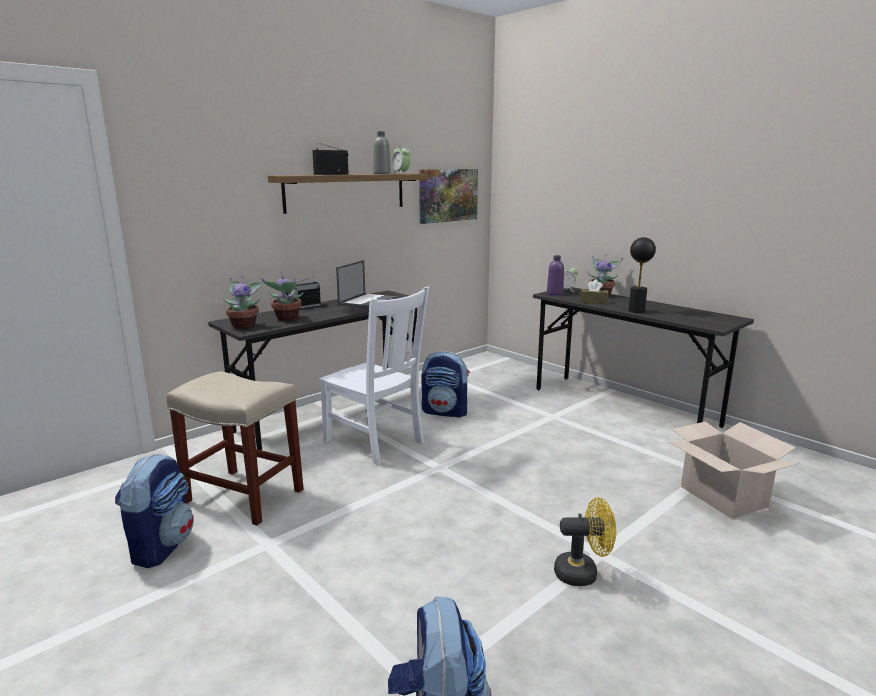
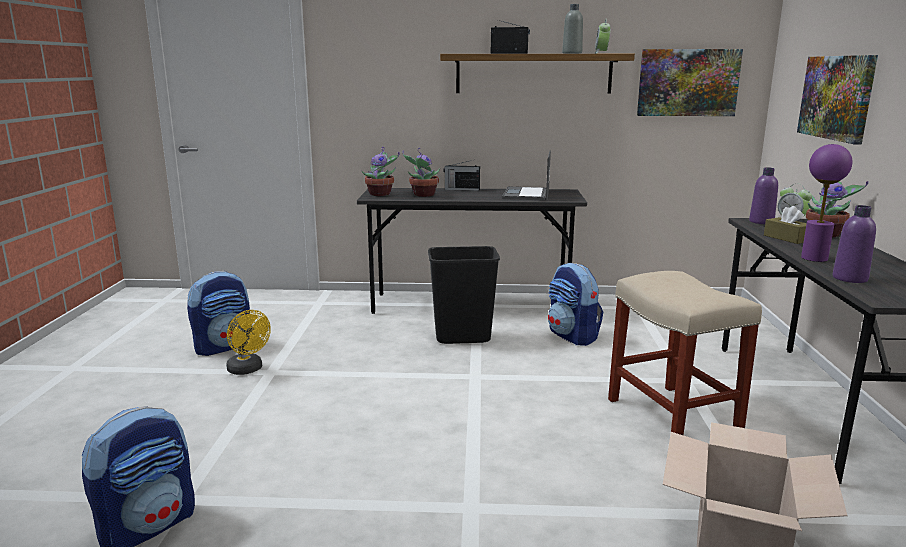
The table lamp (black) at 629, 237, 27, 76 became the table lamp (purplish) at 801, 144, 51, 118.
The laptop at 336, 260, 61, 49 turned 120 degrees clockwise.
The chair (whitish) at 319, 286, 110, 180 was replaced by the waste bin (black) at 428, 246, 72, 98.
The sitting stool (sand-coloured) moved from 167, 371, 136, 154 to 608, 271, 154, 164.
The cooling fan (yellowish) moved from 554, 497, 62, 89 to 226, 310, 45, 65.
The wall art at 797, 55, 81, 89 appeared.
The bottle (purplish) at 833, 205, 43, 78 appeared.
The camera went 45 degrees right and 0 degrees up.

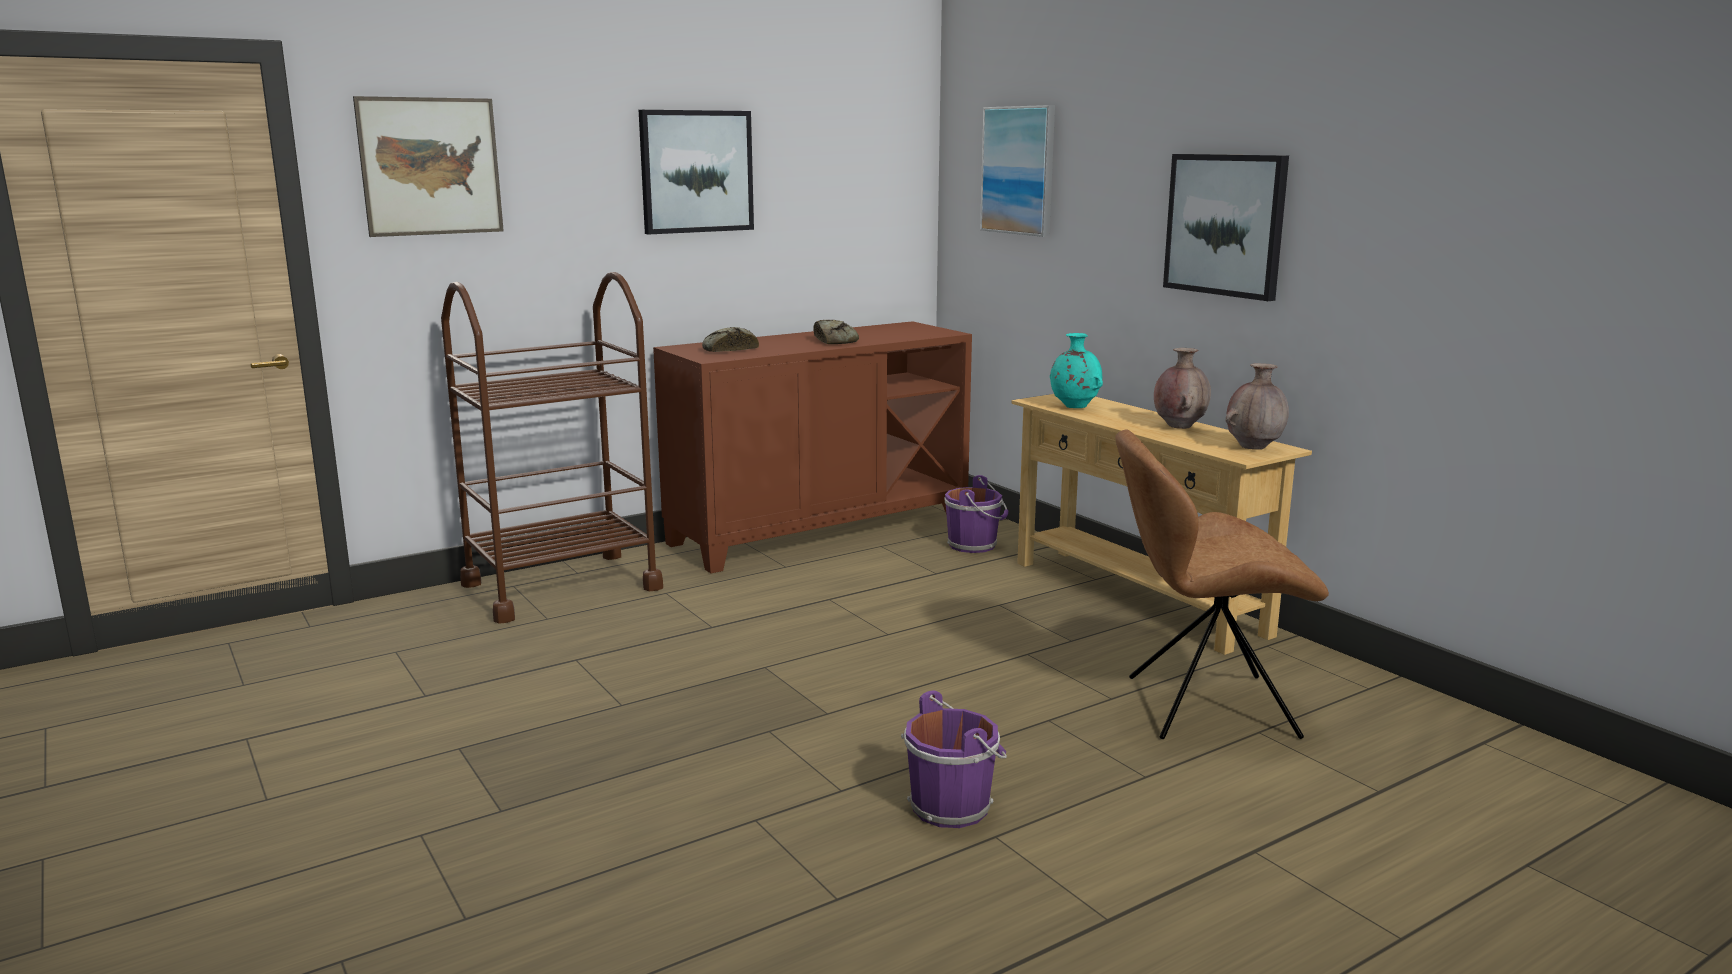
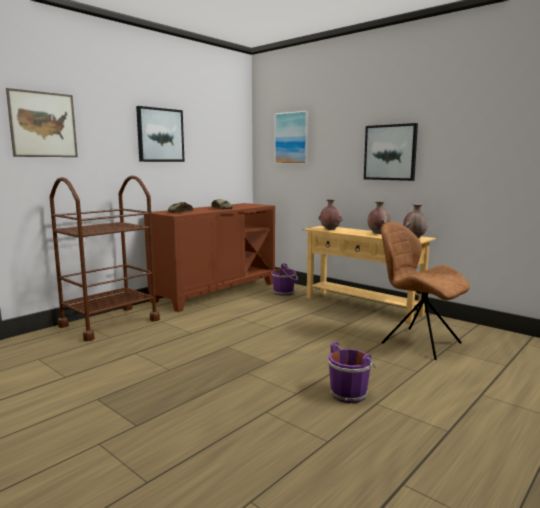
The decorative vase (blue-green) at 1050, 333, 53, 75 became the decorative vase (brownish) at 319, 199, 24, 31.
The chair (brownish) at 1115, 429, 214, 310 turned 60 degrees clockwise.
The camera went 15 degrees left and 5 degrees down.

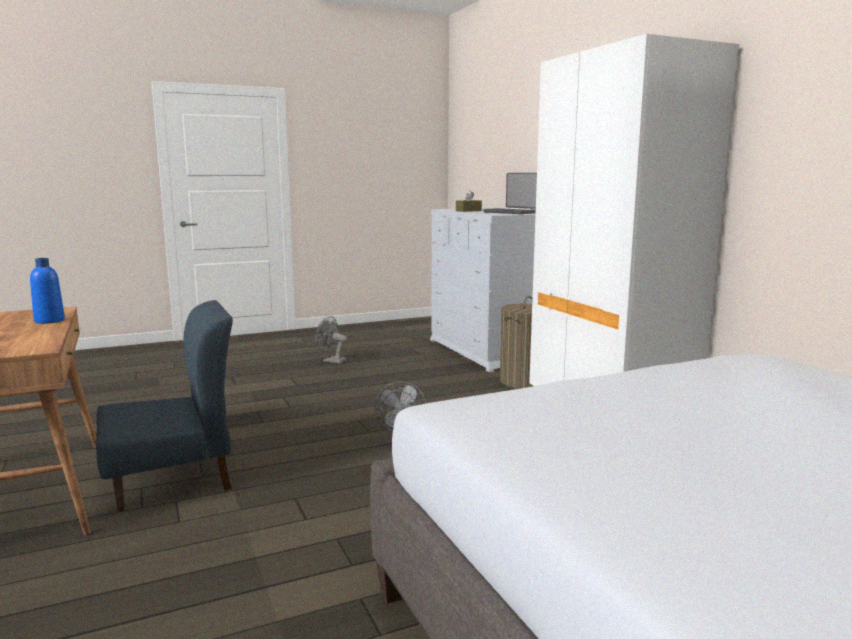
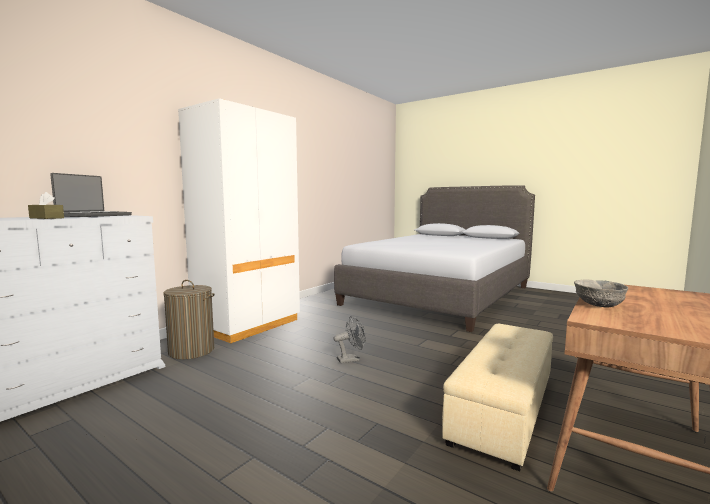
The bottle (blue) at 30, 258, 35, 66 was replaced by the bowl (greyish) at 574, 280, 54, 28.
The chair (blue) at 96, 300, 137, 212 was replaced by the pouffe (sand-coloured) at 442, 324, 111, 147.
The cooling fan (greyish) at 315, 316, 33, 48 disappeared.
The camera went 120 degrees left and 5 degrees down.

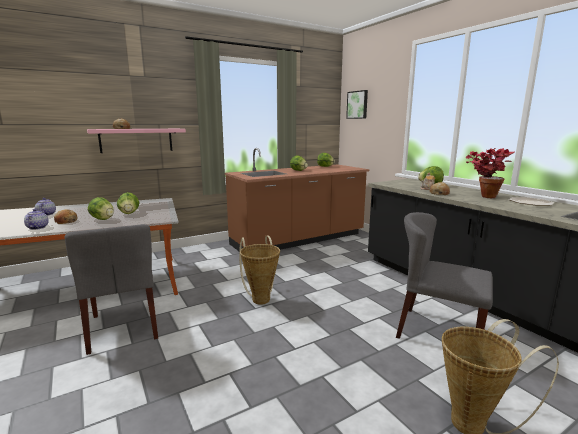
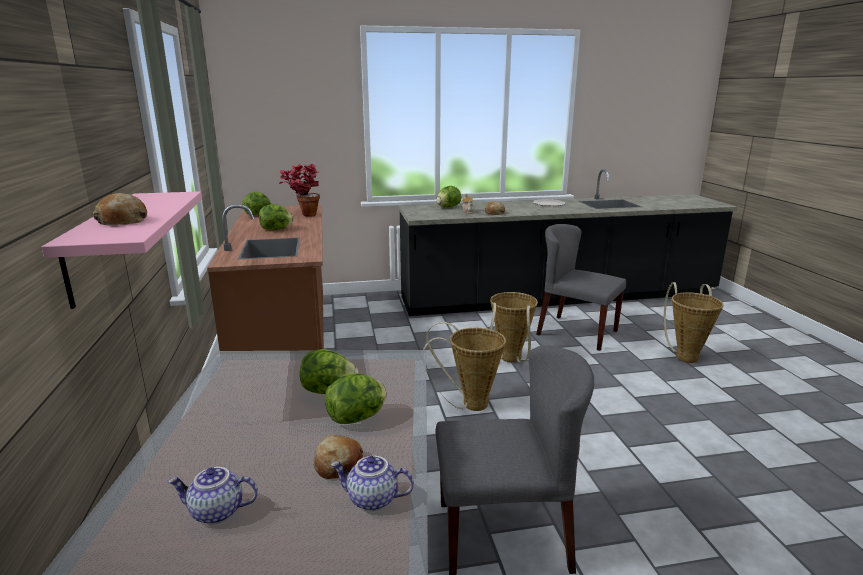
The wall art at 346, 90, 22, 29 disappeared.
The plant in a pot moved from 465, 148, 50, 50 to 279, 164, 41, 53.
The chair (greyish) at 396, 212, 97, 127 turned 75 degrees clockwise.
The basket at 490, 292, 48, 70 appeared.
The camera went 70 degrees left and 5 degrees up.

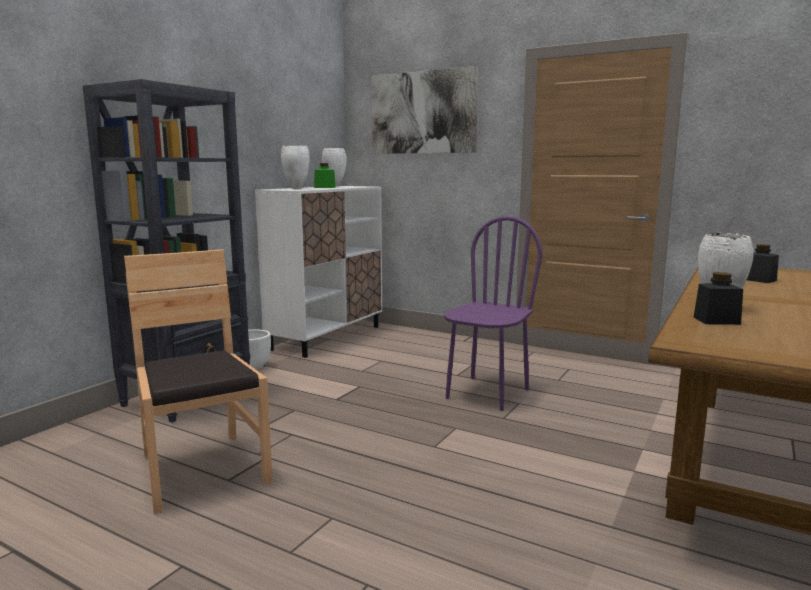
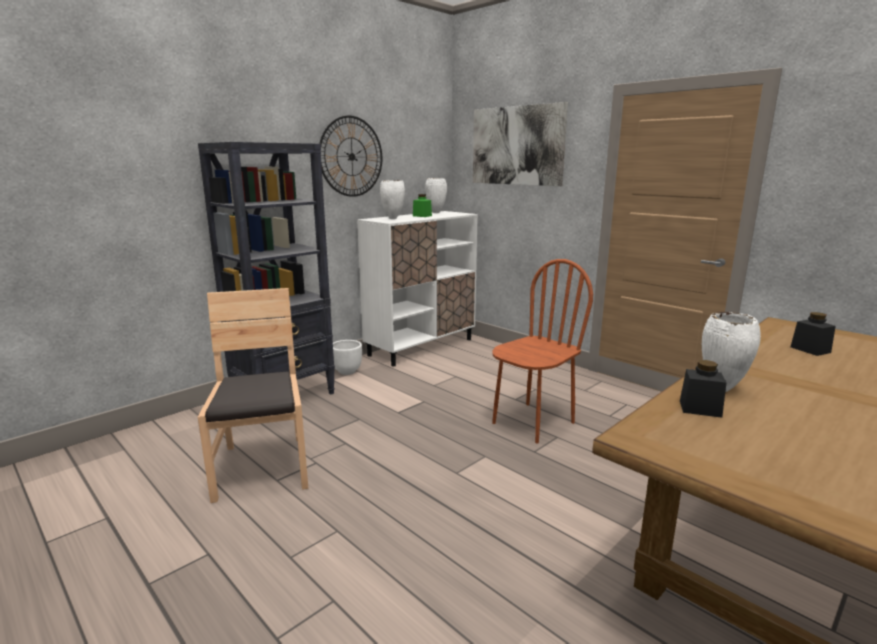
The chair (purplish) at 444, 216, 98, 195 became the chair (brownish) at 492, 259, 101, 185.
The clock on the wall at 319, 116, 63, 81 appeared.
The camera went 15 degrees right and 5 degrees up.

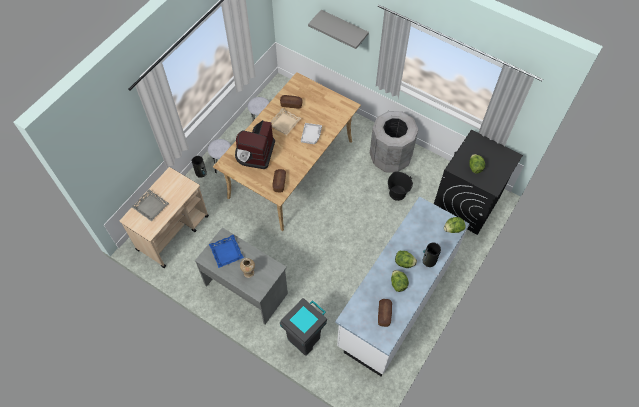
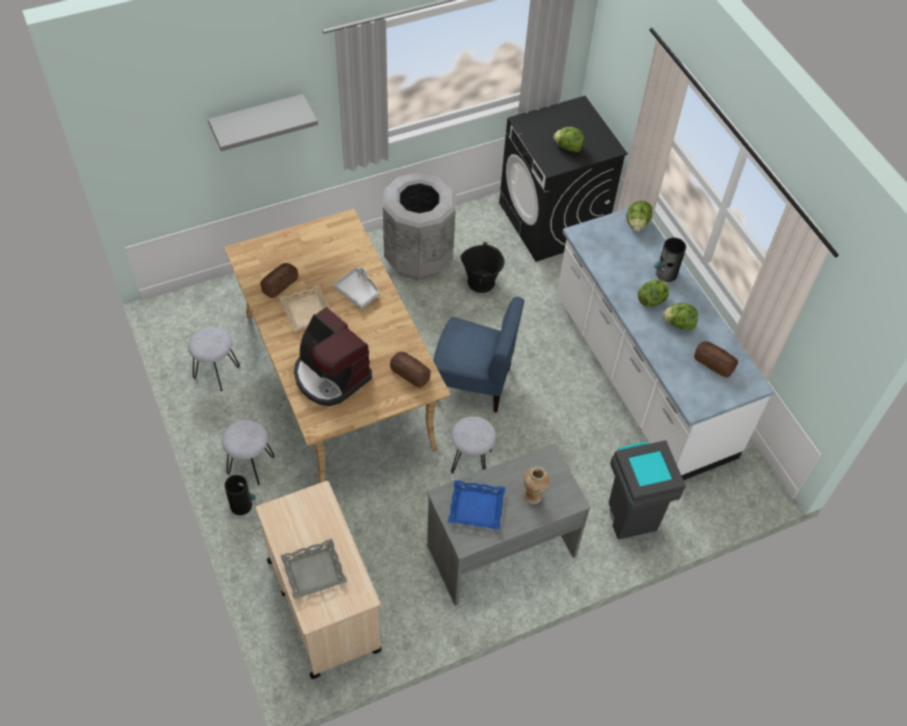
The chair (blue) at 434, 297, 90, 116 appeared.
The sitting stool (greyish) at 451, 416, 46, 58 appeared.
The camera went 60 degrees left and 5 degrees down.

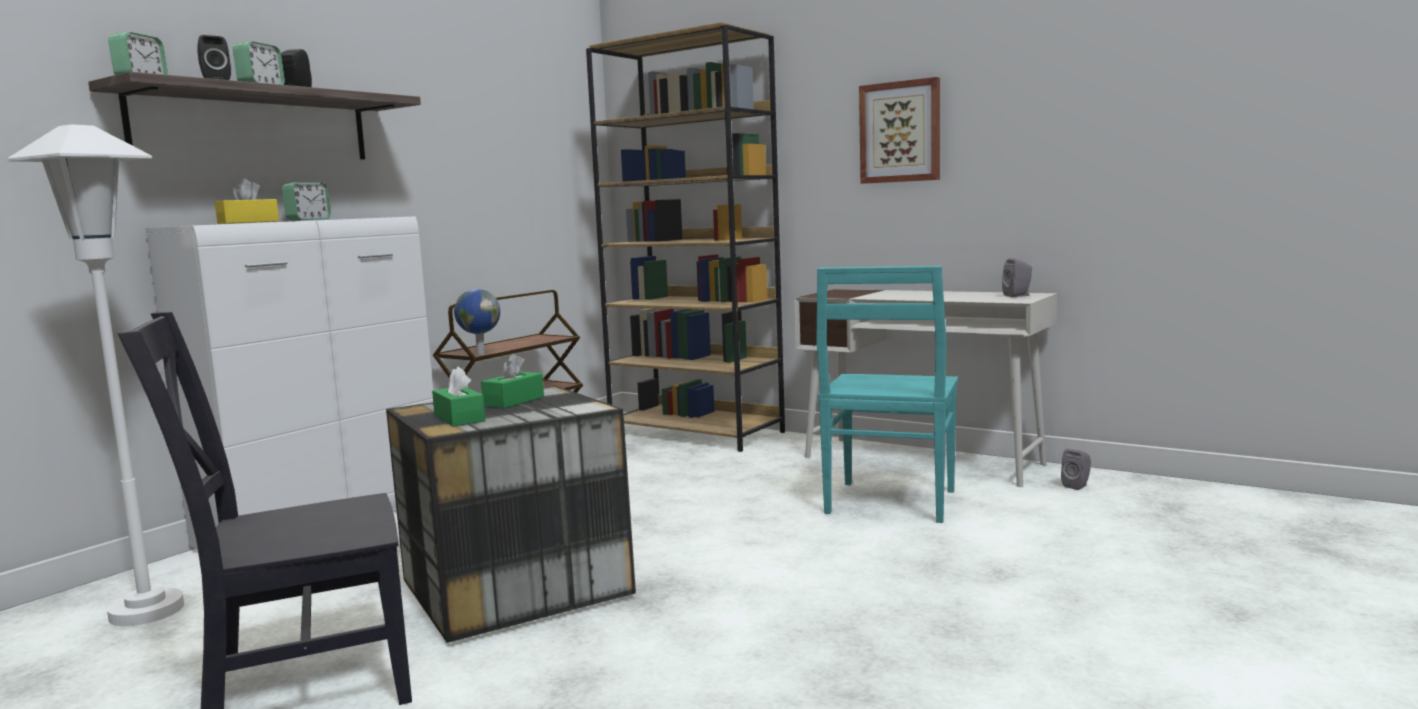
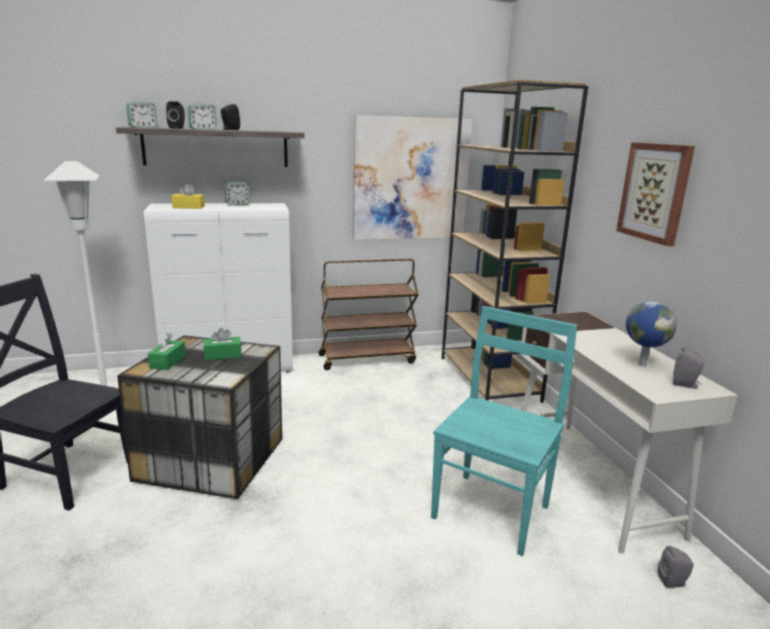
The chair (blue-green) at 816, 266, 142, 257 turned 150 degrees clockwise.
The desk globe moved from 454, 289, 46, 66 to 626, 301, 51, 66.
The wall art at 353, 115, 120, 125 appeared.
The camera went 40 degrees right and 10 degrees up.

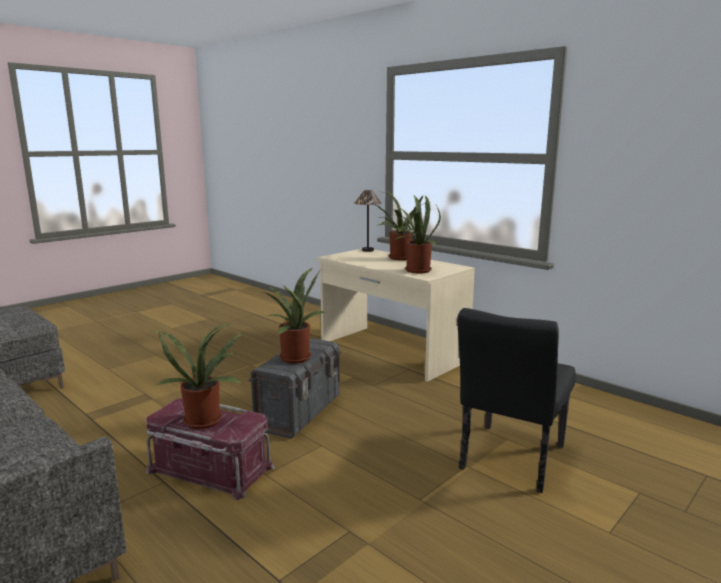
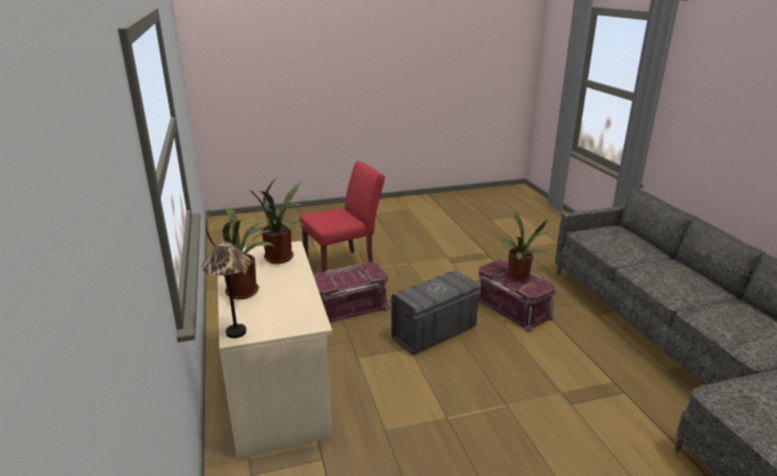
The plant in a pot at 255, 268, 70, 96 disappeared.
The chair (black) at 457, 308, 119, 185 became the chair (red) at 300, 161, 85, 111.
The storage container (red) at 313, 262, 77, 61 appeared.
The camera went 150 degrees left and 10 degrees up.

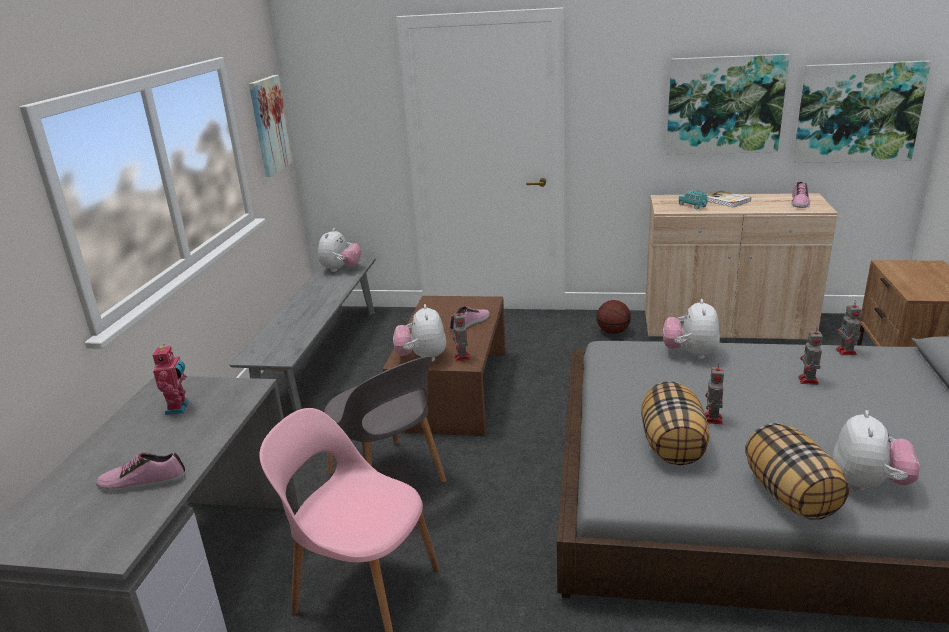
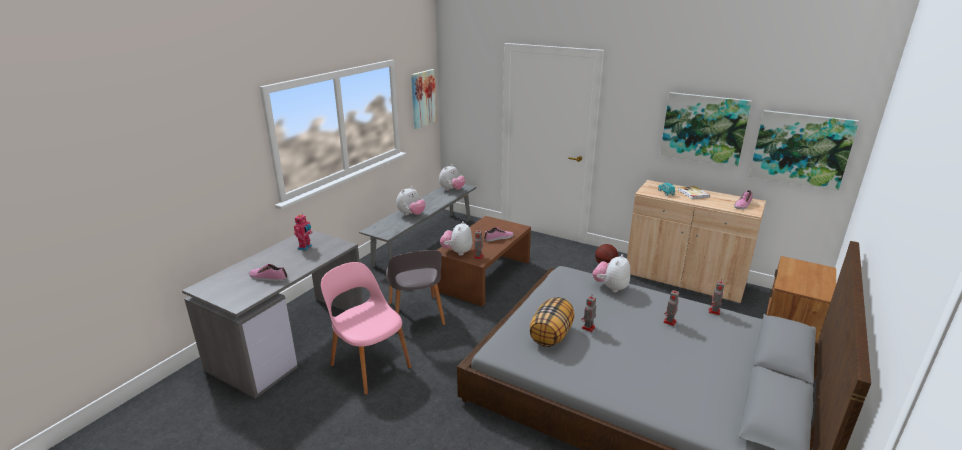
The cuddly toy moved from 833, 410, 86, 82 to 396, 186, 30, 30.
The throw pillow at 745, 423, 104, 97 disappeared.
The camera went 20 degrees right and 0 degrees up.

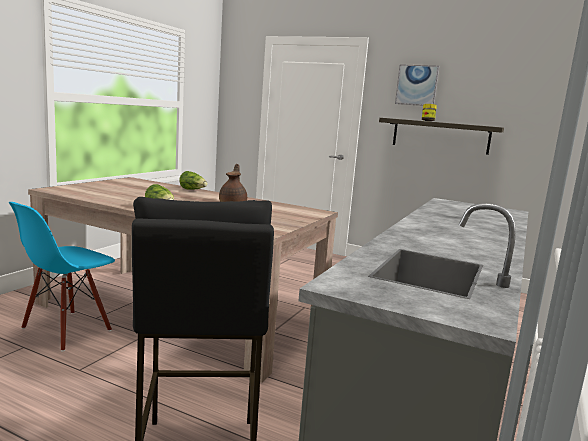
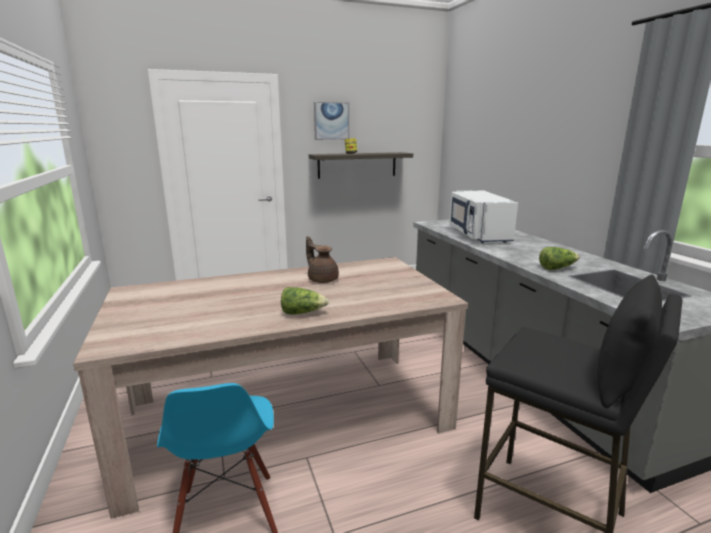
The head of lettuce moved from 179, 171, 29, 19 to 539, 247, 41, 23.
The microwave (whitish) at 449, 190, 69, 53 appeared.
The camera went 45 degrees left and 5 degrees up.

